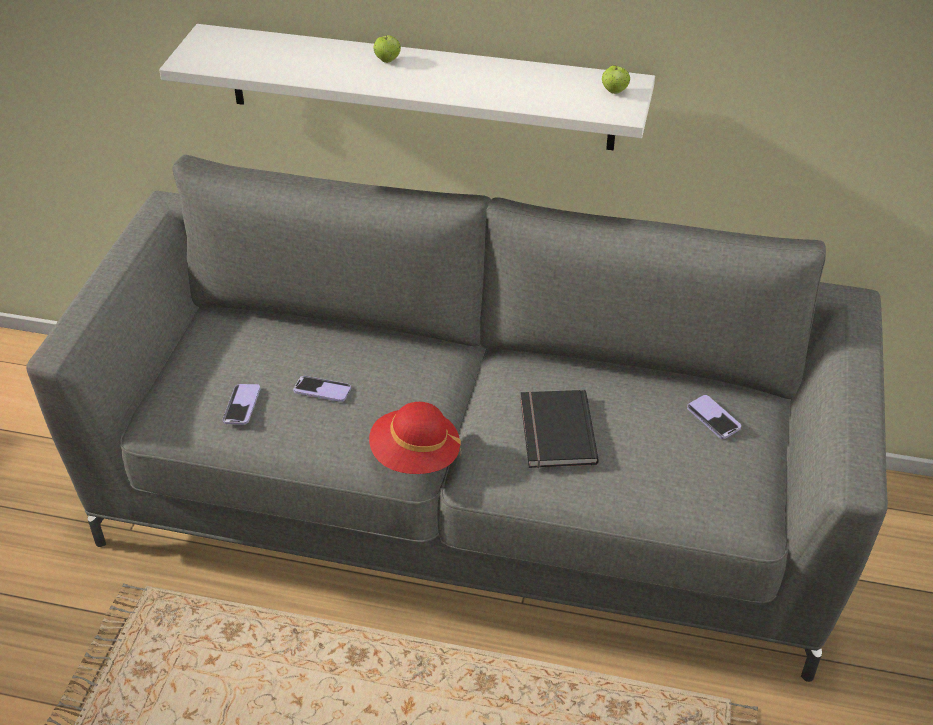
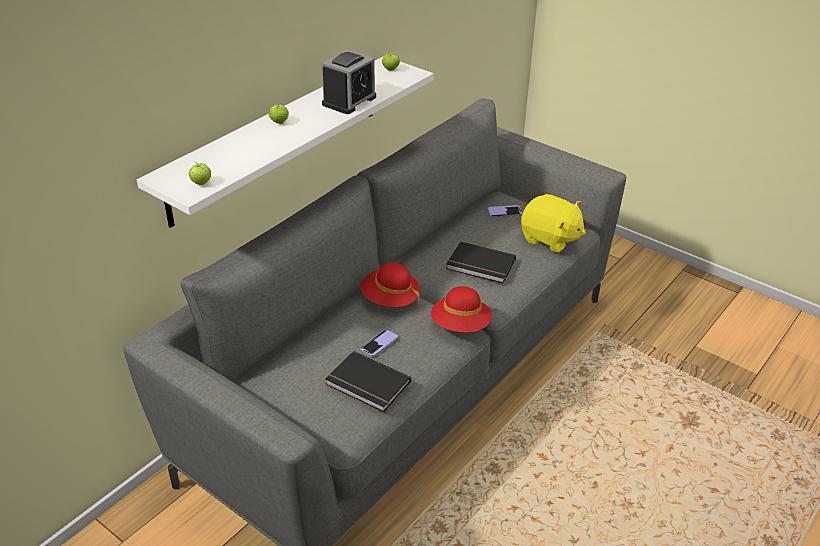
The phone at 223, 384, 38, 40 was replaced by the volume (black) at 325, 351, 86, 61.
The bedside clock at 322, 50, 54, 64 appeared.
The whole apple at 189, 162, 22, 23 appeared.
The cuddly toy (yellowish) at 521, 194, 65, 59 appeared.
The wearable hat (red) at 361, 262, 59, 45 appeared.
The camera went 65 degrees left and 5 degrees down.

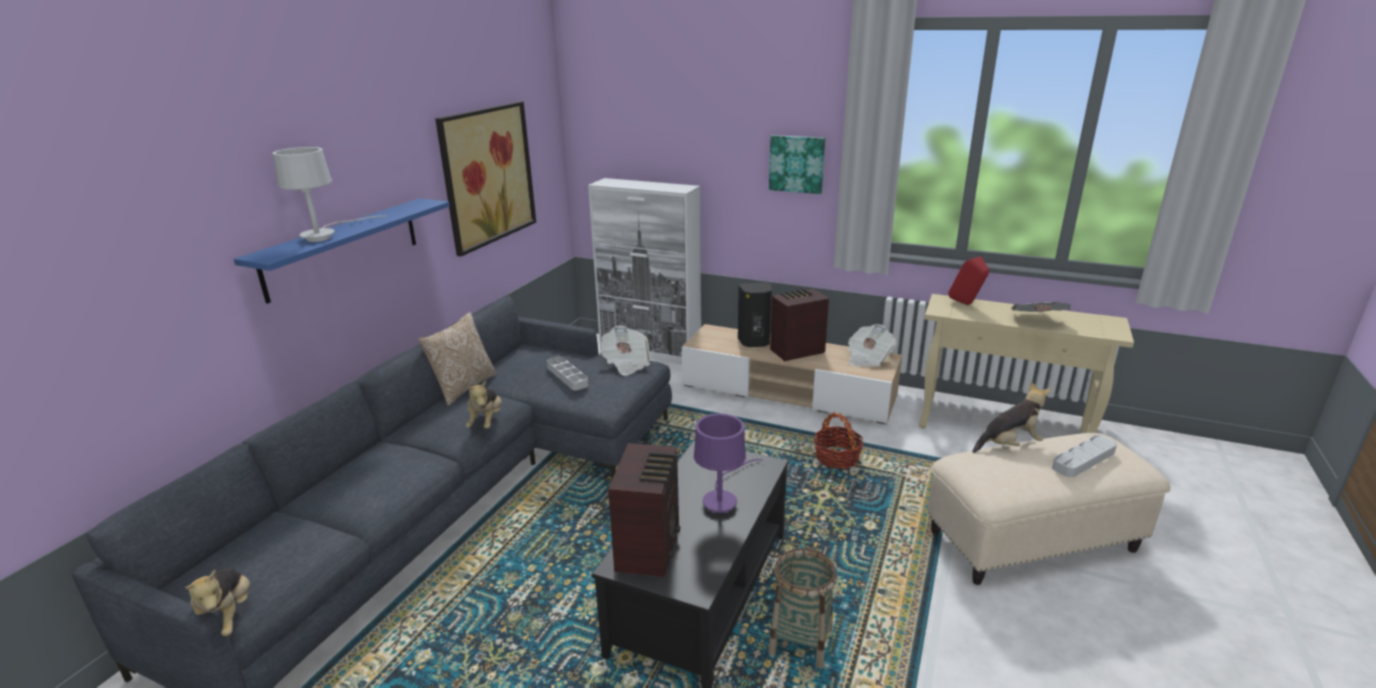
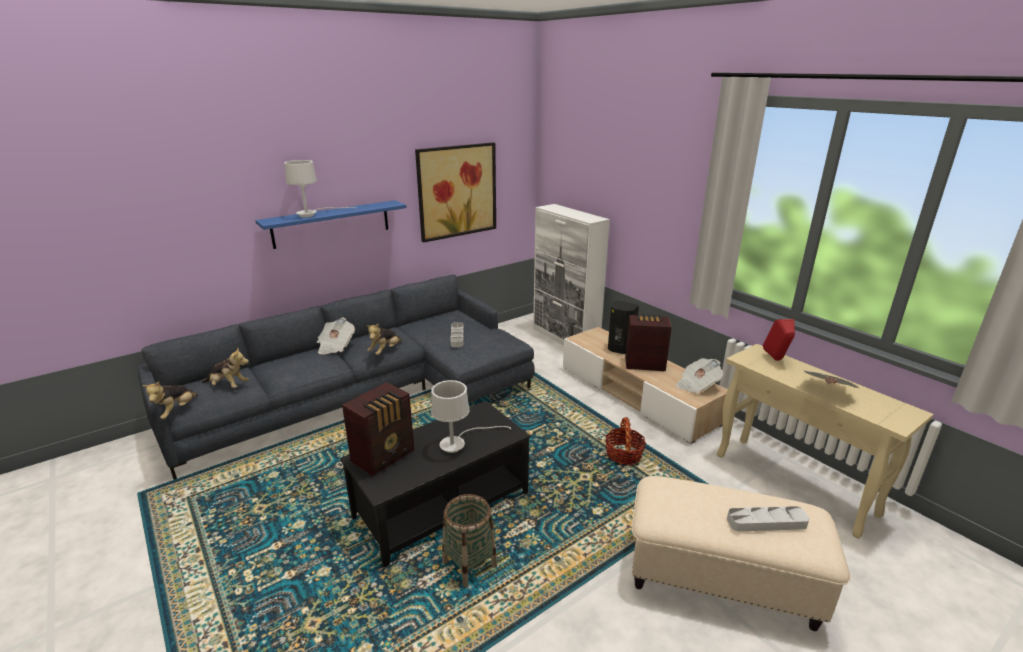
The wall art at 769, 135, 56, 59 disappeared.
The throw pillow at 418, 312, 79, 94 disappeared.
The daily paper moved from 600, 326, 50, 50 to 317, 318, 38, 37.
The cuddly toy moved from 972, 382, 79, 71 to 202, 348, 47, 40.
The table lamp (purplish) at 694, 413, 69, 100 became the table lamp (whitish) at 431, 380, 80, 73.
The camera went 30 degrees right and 0 degrees up.

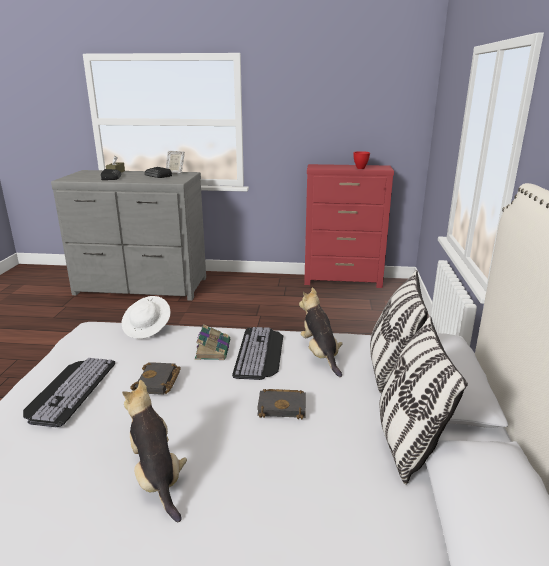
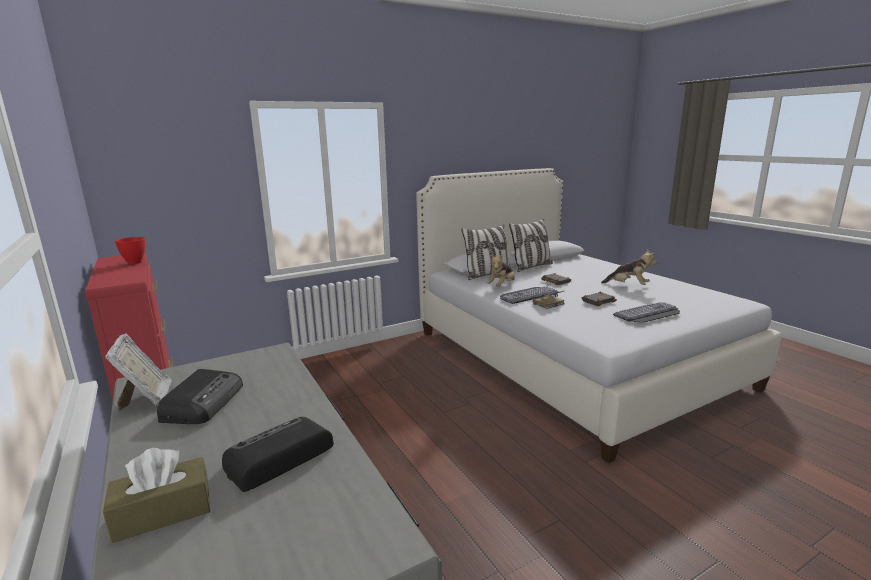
The wearable hat (whitish) at 122, 296, 48, 43 disappeared.
The cuddly toy at 122, 380, 65, 142 turned 90 degrees counterclockwise.
The camera went 125 degrees left and 5 degrees down.

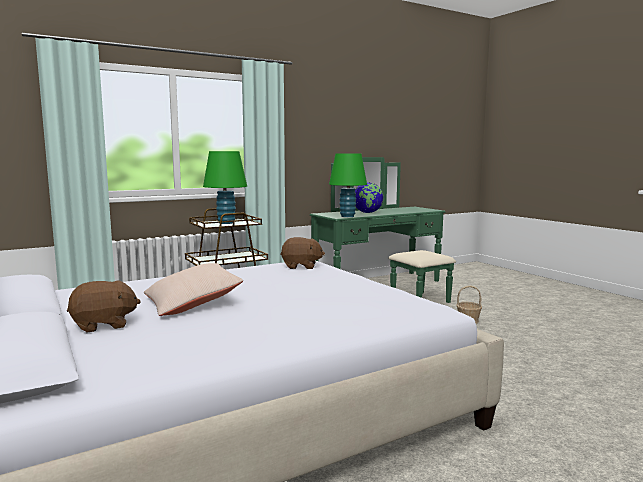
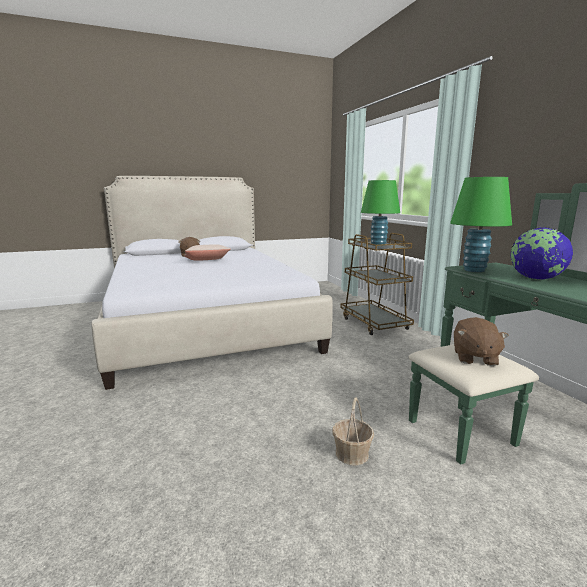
The cuddly toy (brownish) moved from 280, 237, 45, 32 to 454, 317, 55, 49.
The camera went 100 degrees right and 5 degrees up.

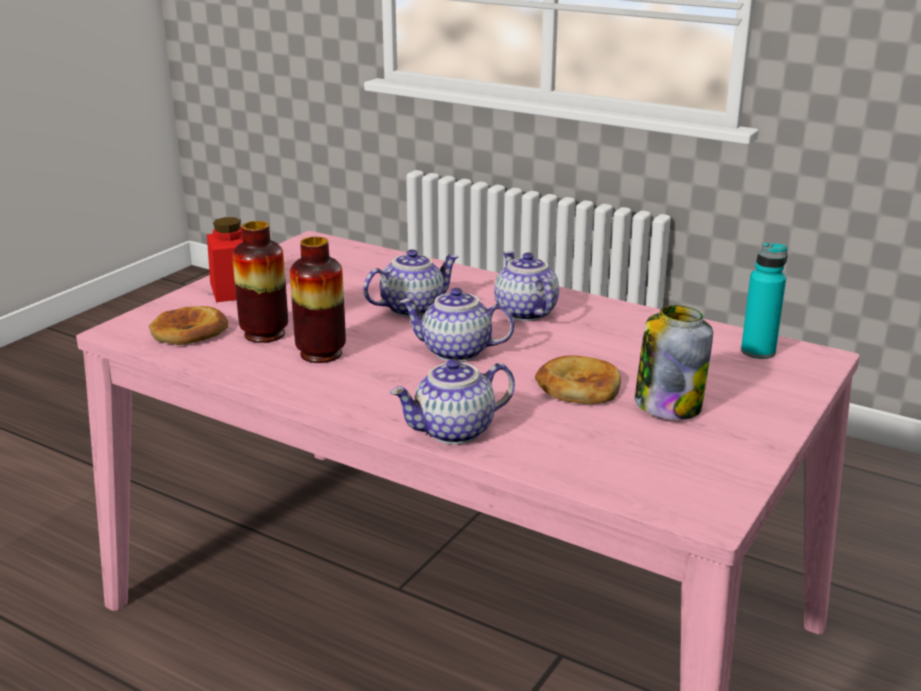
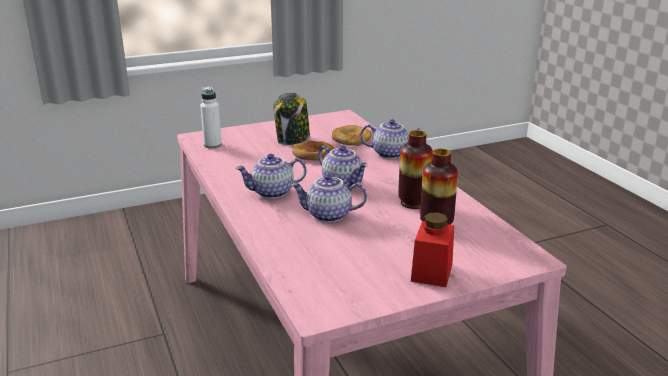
The bottle (blue-green) at 741, 243, 47, 116 became the bottle (whitish) at 200, 86, 22, 62.
The teapot at 494, 251, 65, 70 turned 60 degrees clockwise.
The bread moved from 149, 306, 79, 39 to 332, 125, 40, 21.
The camera went 145 degrees left and 0 degrees up.

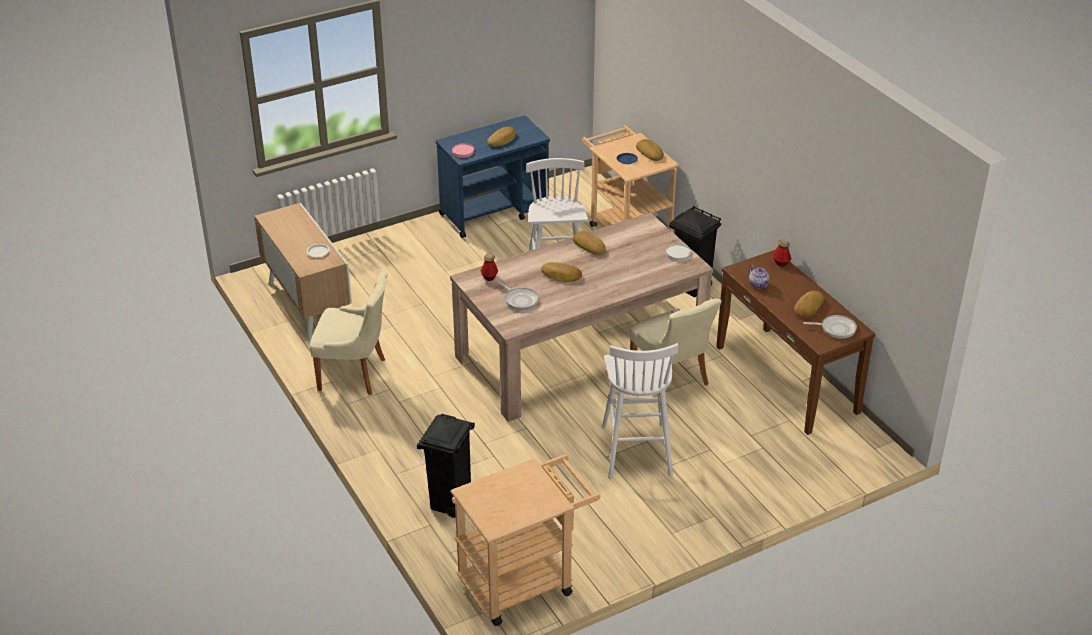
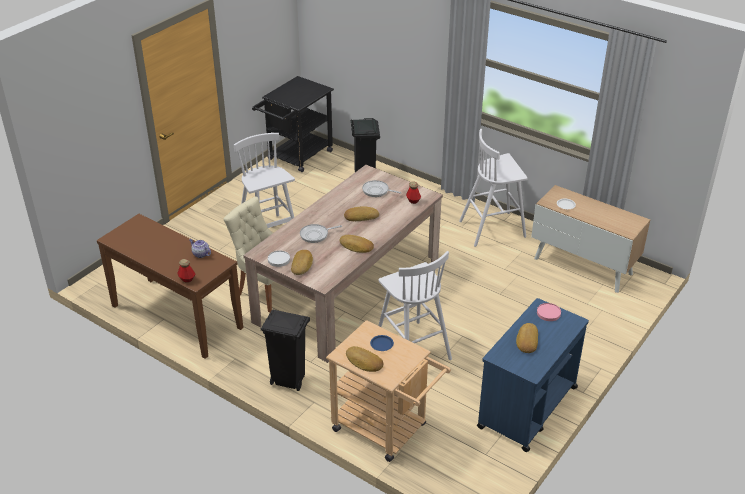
The chair (sand-coloured) at 310, 272, 78, 123 was replaced by the sitting stool (whitish) at 459, 129, 69, 118.
The bread moved from 794, 291, 30, 26 to 291, 250, 22, 25.
The pan moved from 803, 315, 54, 24 to 300, 224, 42, 19.
The trolley (sand-coloured) at 450, 454, 151, 172 became the trolley (black) at 252, 76, 82, 96.
The camera went 155 degrees right and 0 degrees up.

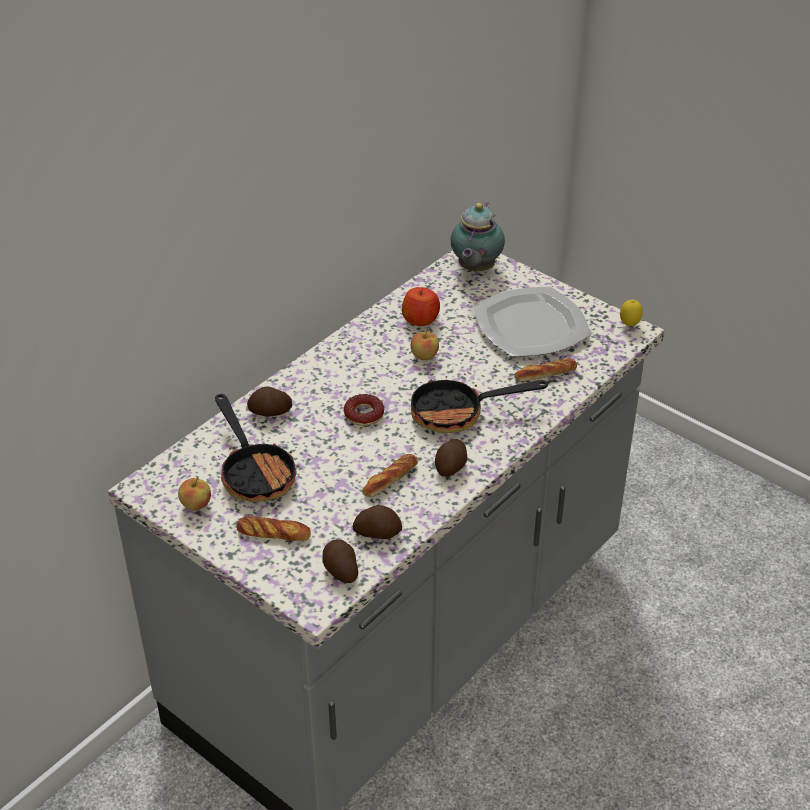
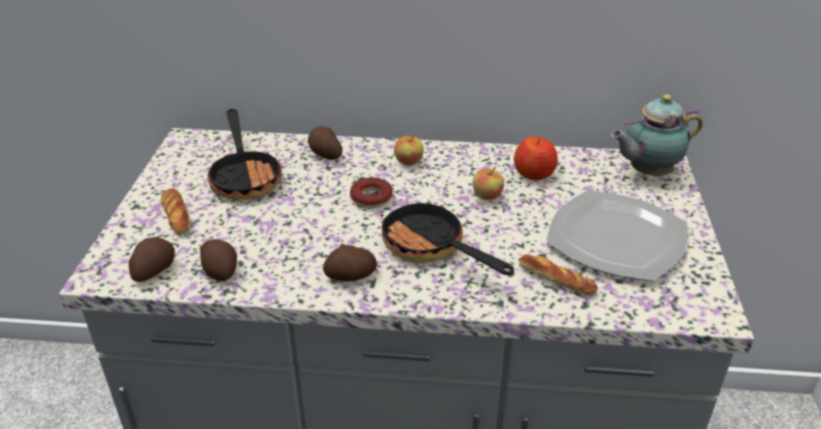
The citrus fruit at 620, 300, 23, 26 disappeared.
The pan at 215, 394, 84, 108 turned 45 degrees counterclockwise.
The bread at 362, 454, 56, 43 disappeared.
The whole apple moved from 178, 477, 33, 34 to 394, 134, 30, 32.
The camera went 55 degrees right and 5 degrees down.

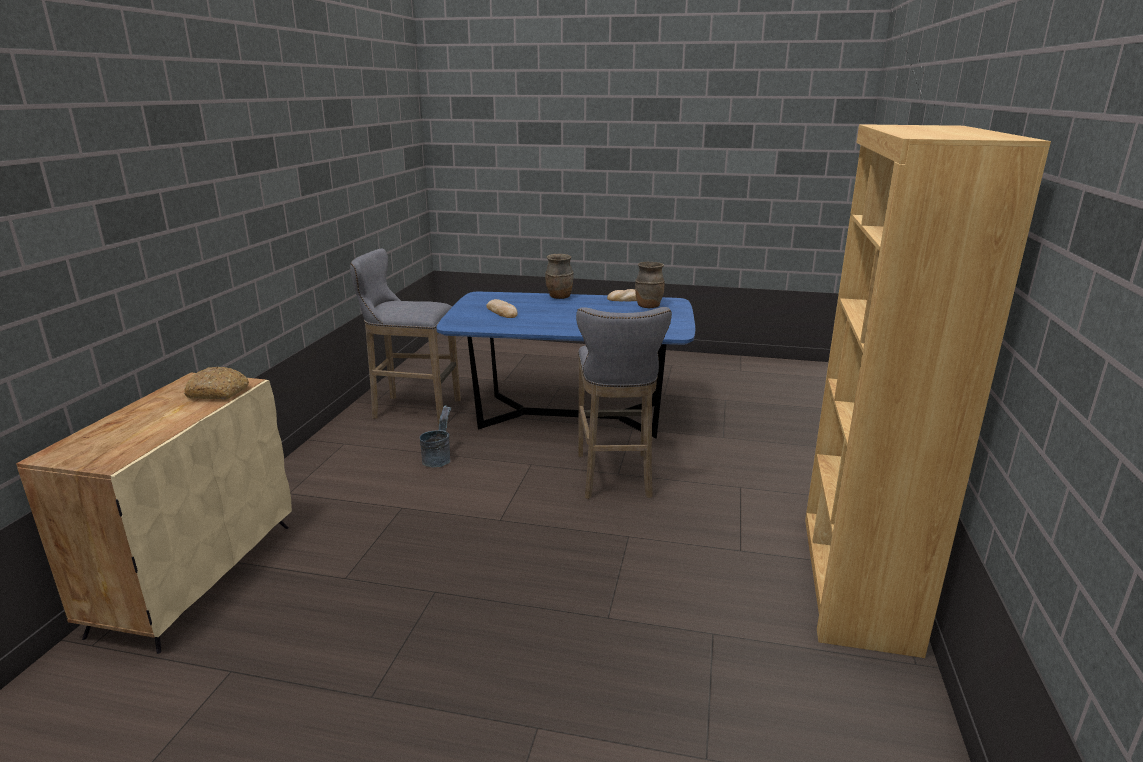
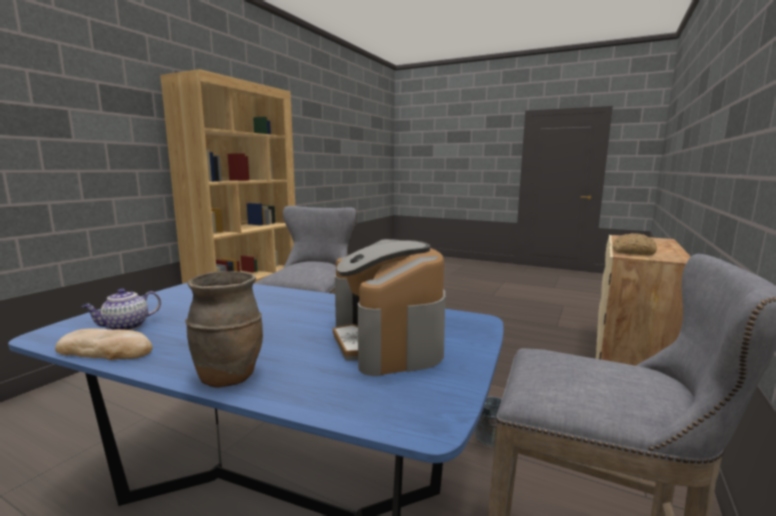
The decorative vase (brownish) at 635, 262, 30, 46 was replaced by the teapot at 82, 289, 79, 41.
The bread at 486, 299, 32, 19 was replaced by the coffee brewer at 333, 239, 112, 137.
The camera went 165 degrees left and 10 degrees down.

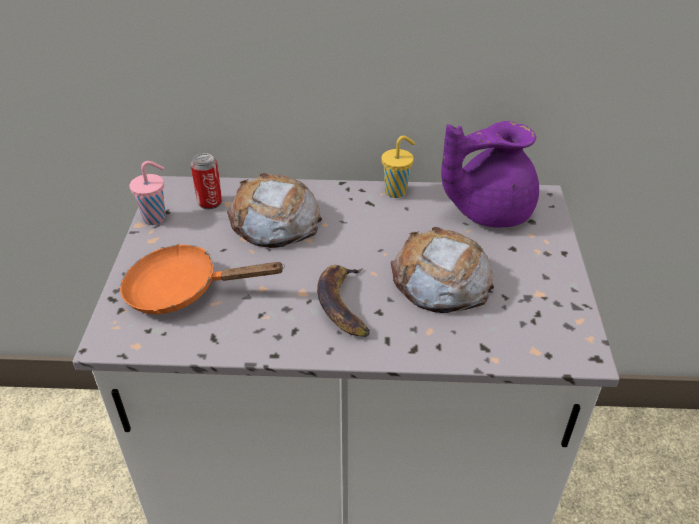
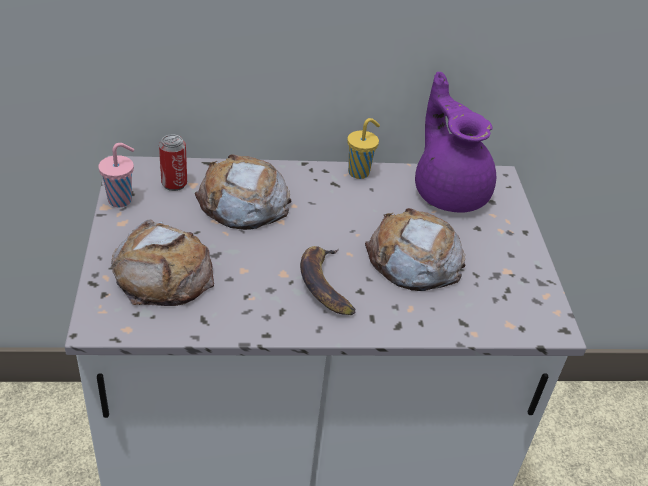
The teapot (purplish) at 441, 121, 98, 107 turned 90 degrees clockwise.
The pan (orangey) at 120, 244, 165, 71 was replaced by the bread at 111, 219, 103, 87.
The camera went 10 degrees left and 0 degrees up.

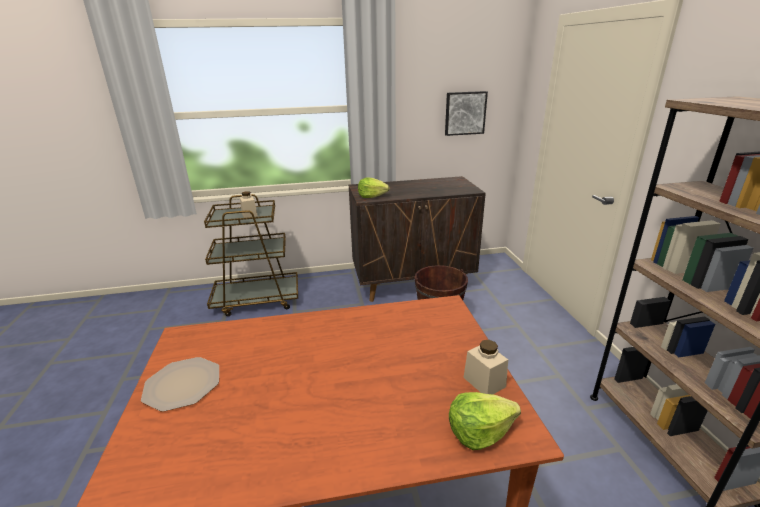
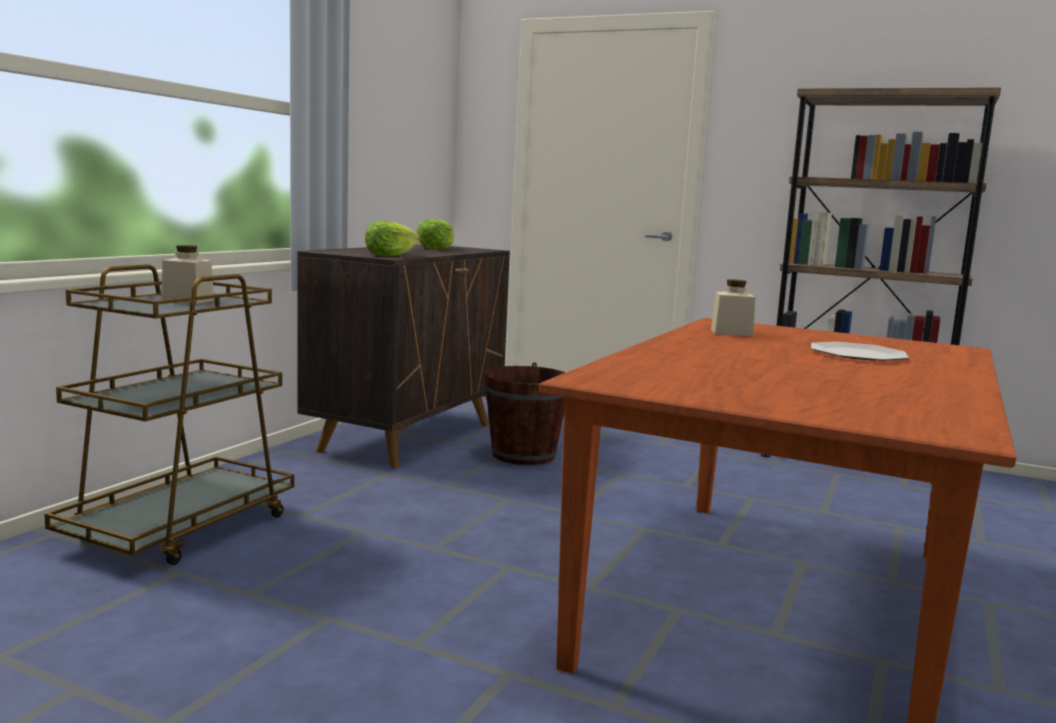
The wall art at 445, 91, 43, 45 disappeared.
The jar (sand-coloured) moved from 463, 340, 45, 54 to 711, 279, 44, 57.
The flat dish moved from 141, 357, 78, 55 to 811, 342, 98, 19.
The head of lettuce moved from 449, 392, 72, 58 to 417, 219, 37, 30.
The camera went 55 degrees left and 15 degrees down.

